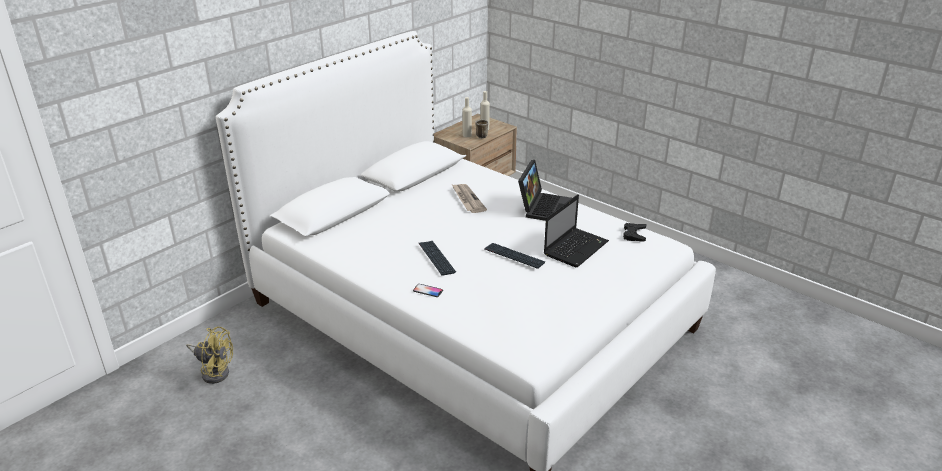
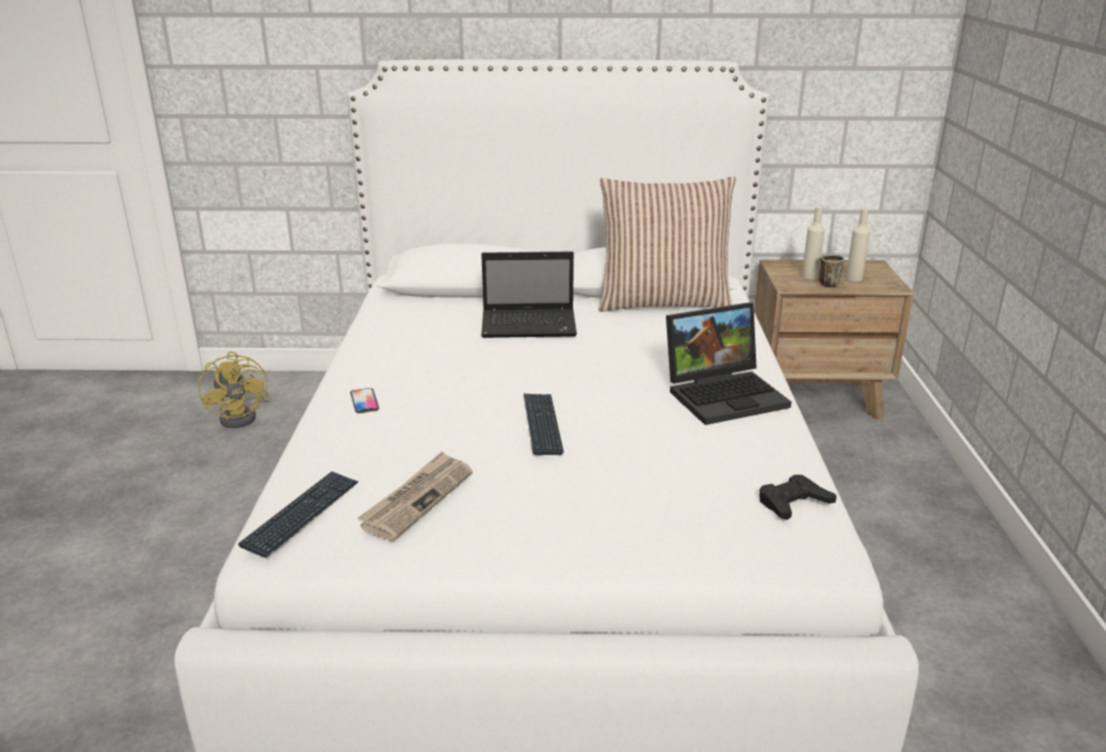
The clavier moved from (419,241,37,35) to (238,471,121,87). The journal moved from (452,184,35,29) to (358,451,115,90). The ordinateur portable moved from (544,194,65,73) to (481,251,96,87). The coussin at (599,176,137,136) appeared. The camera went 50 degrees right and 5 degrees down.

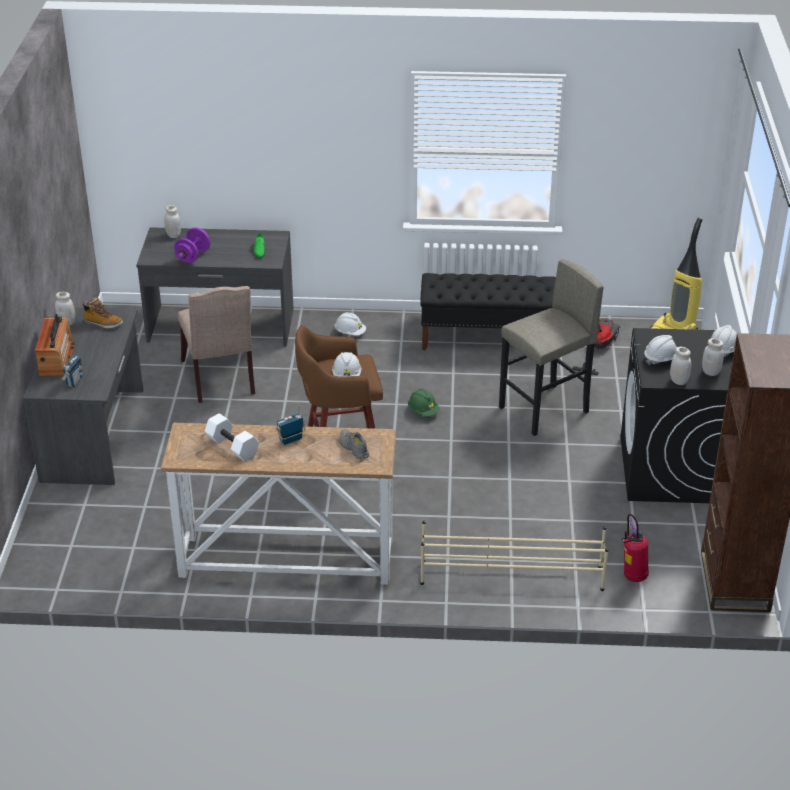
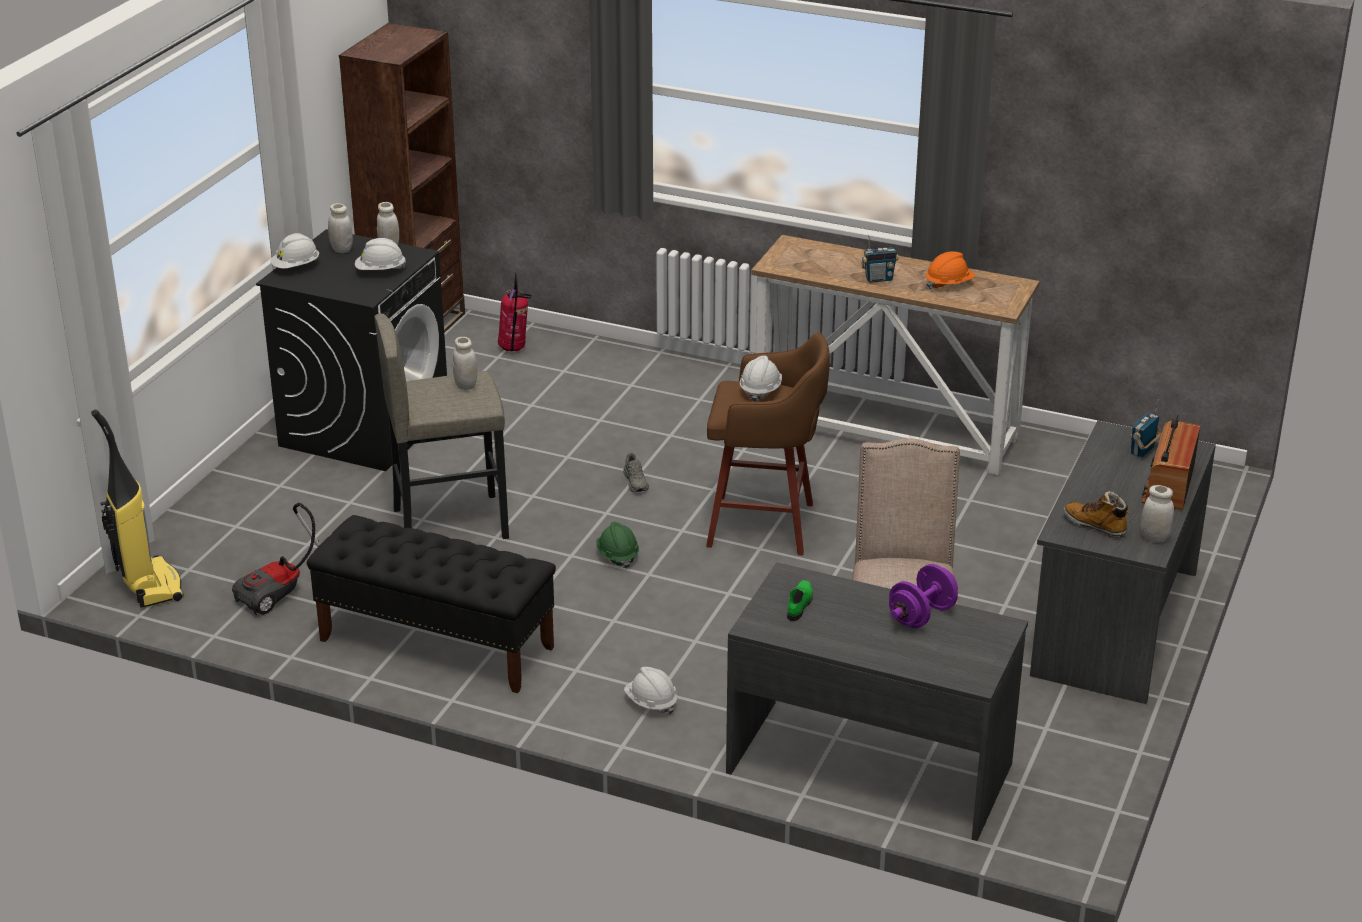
The bocal [blanc] moved from (164,205,17,33) to (453,337,24,53). The haltère [blanc] at (205,413,54,48) was replaced by the casque de chantier [orange] at (926,251,49,38). The chaussure [gris] moved from (339,429,30,30) to (623,453,26,39). The étagère à chaussures [beige] at (420,521,189,70) disappeared. The camera went 160 degrees left and 5 degrees down.

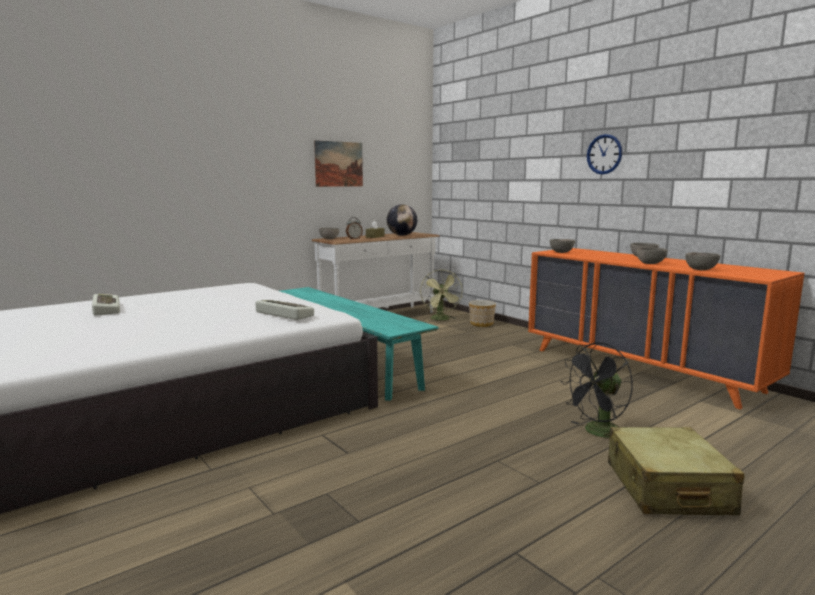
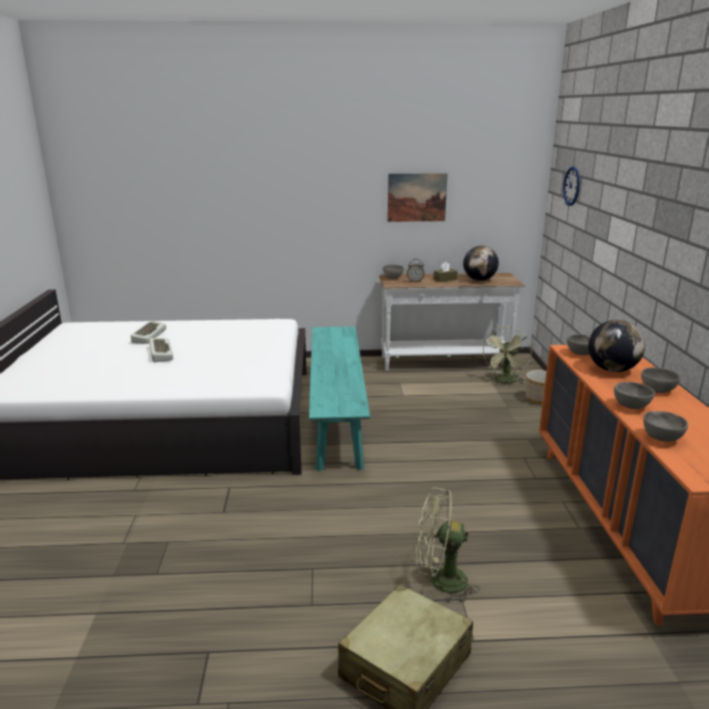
The clavier moved from (255,300,59,20) to (149,338,24,24). The ventilateur [noir] at (561,342,72,96) became the ventilateur [vert] at (415,488,65,115). The horloge murale moved from (587,134,35,41) to (563,167,17,39). The globe at (588,320,57,52) appeared. The camera went 35 degrees right and 10 degrees up.

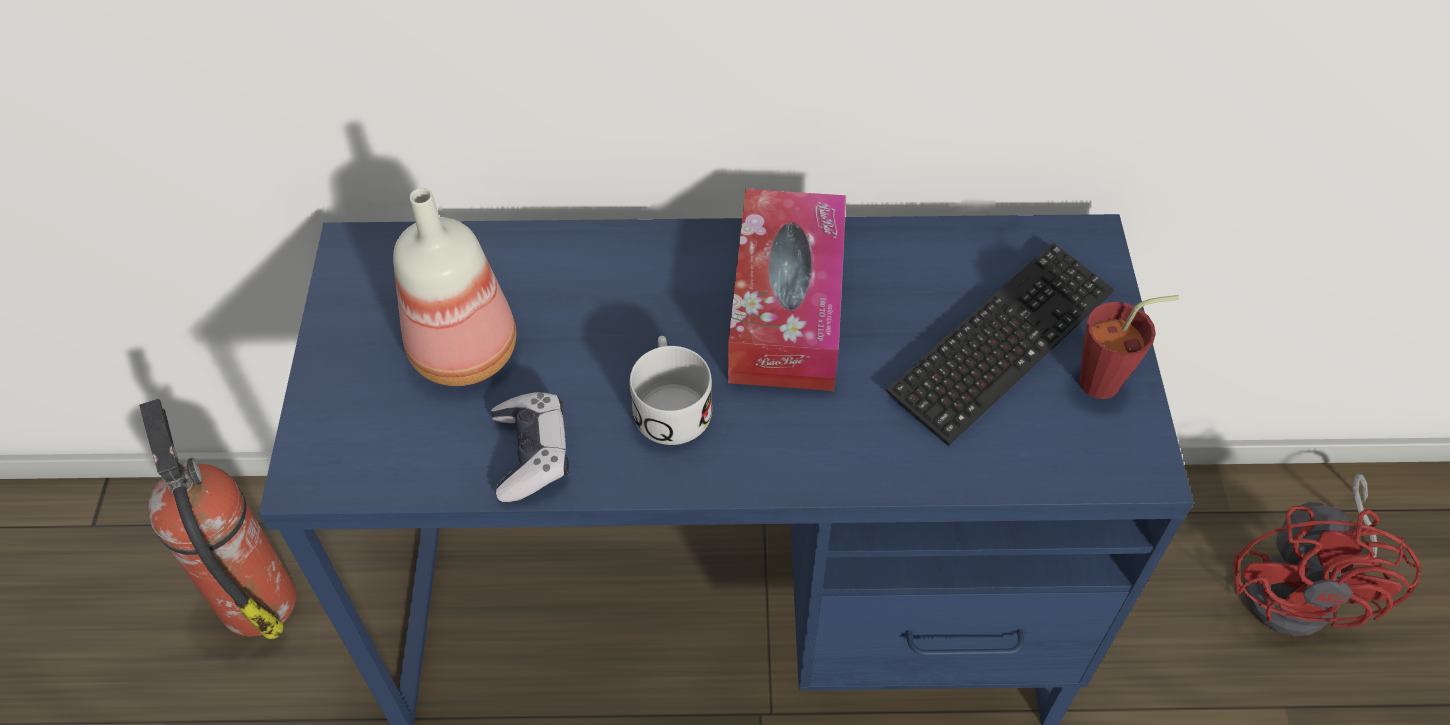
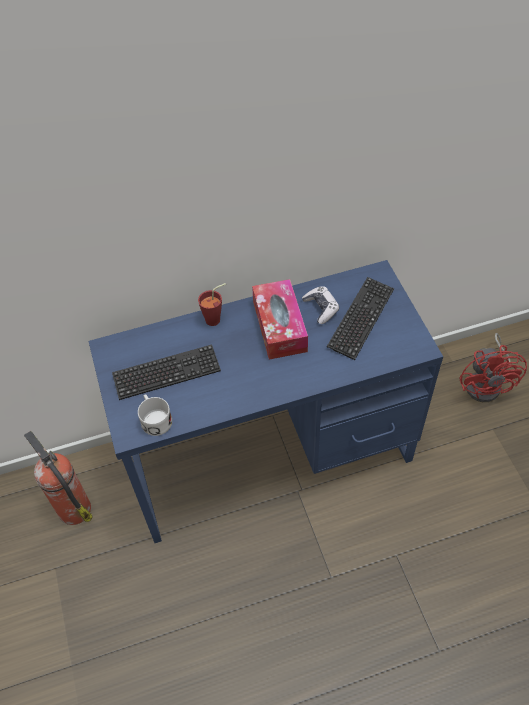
The bouteille at (393,188,123,198) was replaced by the clavier at (112,344,109,56). The manette moved from (491,392,78,110) to (302,286,37,38). The mug [blanc] moved from (630,336,82,109) to (138,394,34,42). The tasse [rouge] moved from (1079,295,100,104) to (198,283,28,43). The camera went 15 degrees left and 0 degrees up.

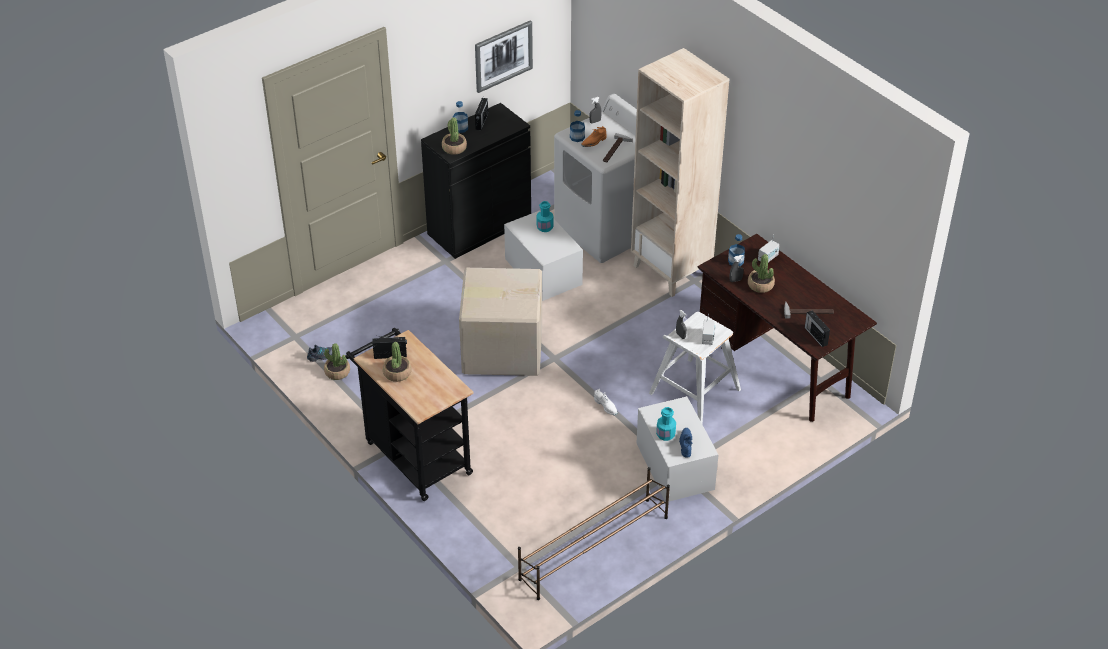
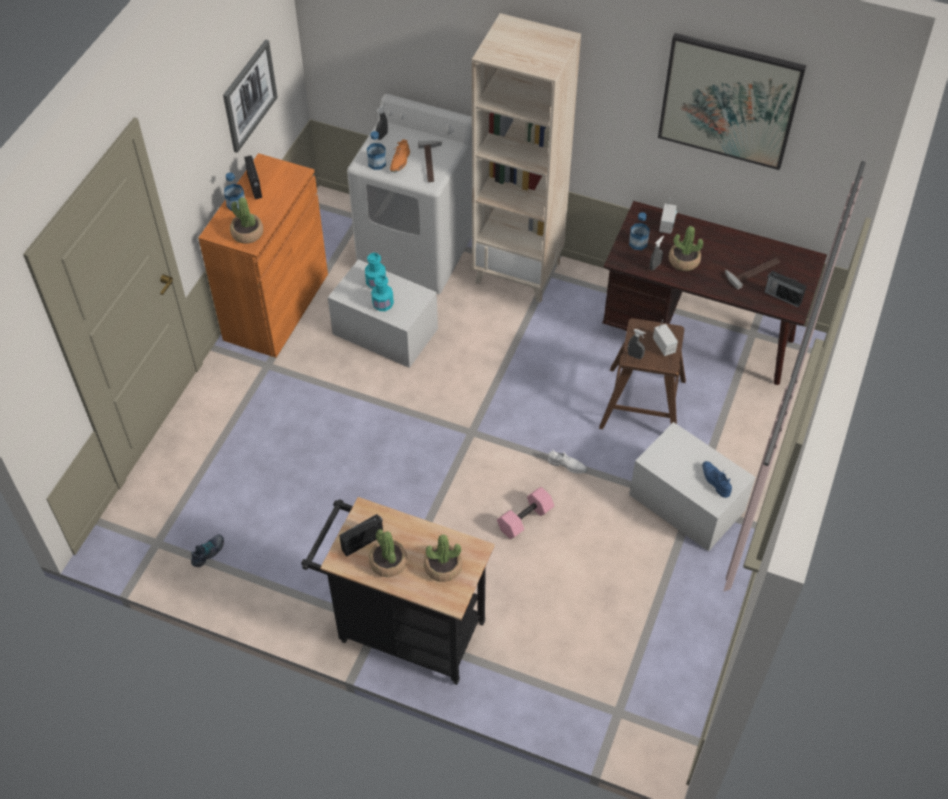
The plante en pot moved from (324,343,26,37) to (424,534,38,48). The meuble de rangement [noir] at (421,103,110,156) became the meuble de rangement [orange] at (198,153,130,205). The carton at (459,268,83,108) disappeared. The étagère à chaussures [marron] at (518,467,152,133) disappeared. The tabouret [blanc] at (649,312,92,112) became the tabouret [marron] at (599,318,87,111). The bouteille [turquoise] moved from (656,407,20,34) to (371,275,23,36). The haltère [rose] at (497,487,57,52) appeared. The tableau at (658,33,148,137) appeared. The camera went 30 degrees left and 10 degrees up.

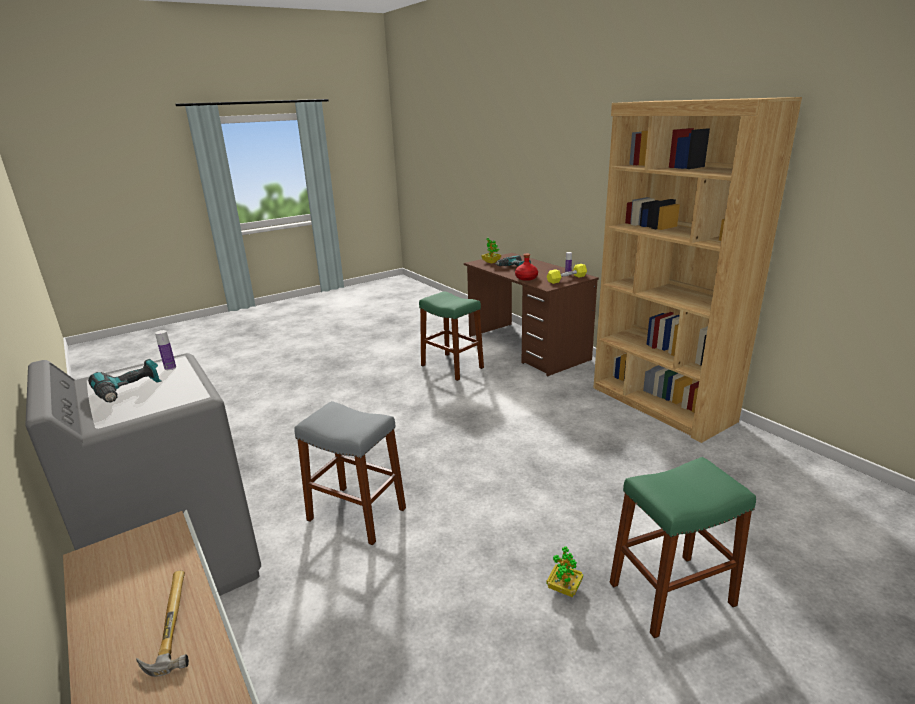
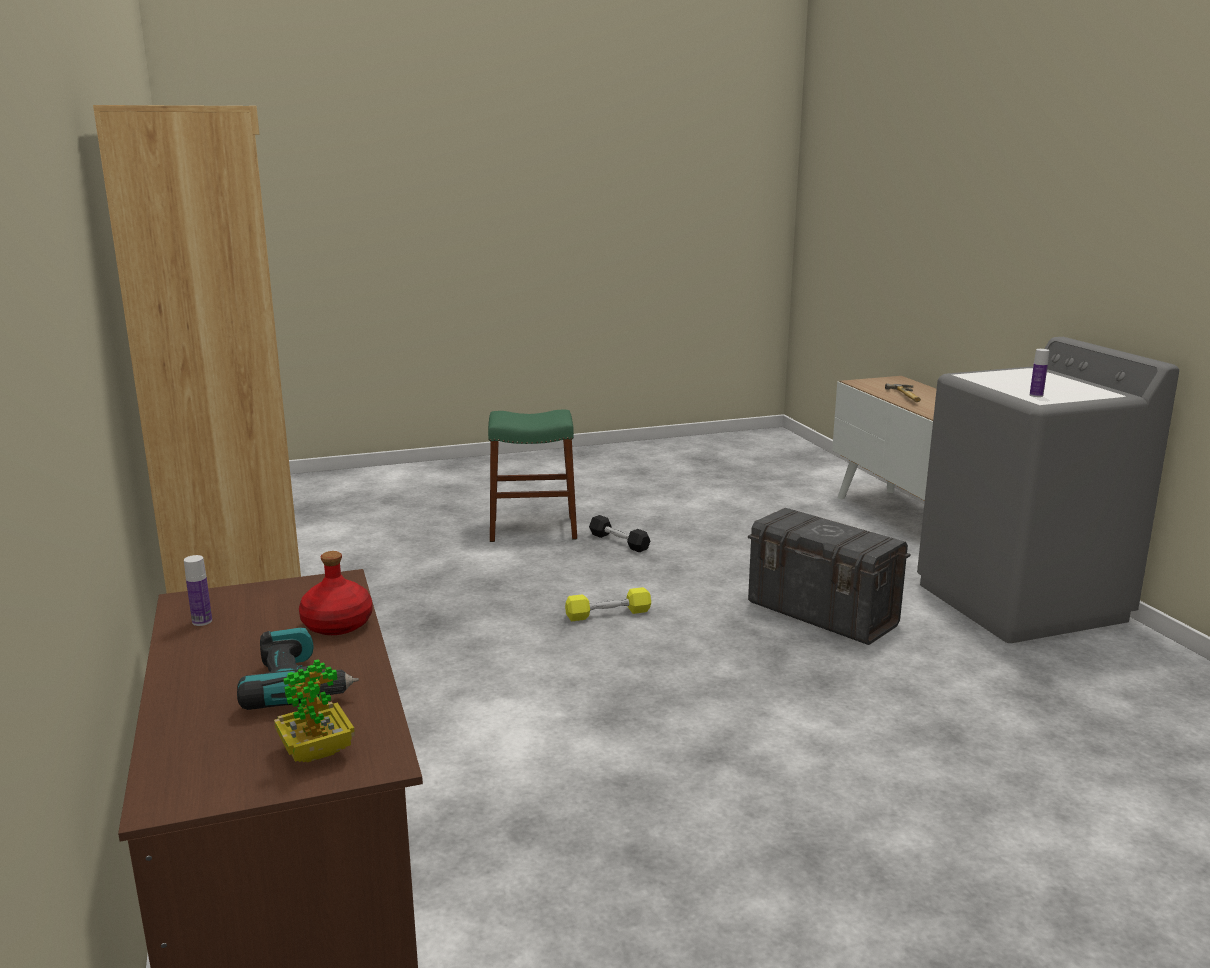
The perceuse at (88,359,73,44) disappeared. The tabouret [gris] at (294,401,112,144) was replaced by the boîte de rangement [gris] at (748,508,162,137). The tabouret [vert] at (419,291,65,90) disappeared. The plante en pot at (546,546,37,51) was replaced by the haltère [noir] at (589,515,61,37). The haltère [jaune] moved from (547,264,40,20) to (565,587,86,34). The camera went 165 degrees left and 5 degrees down.

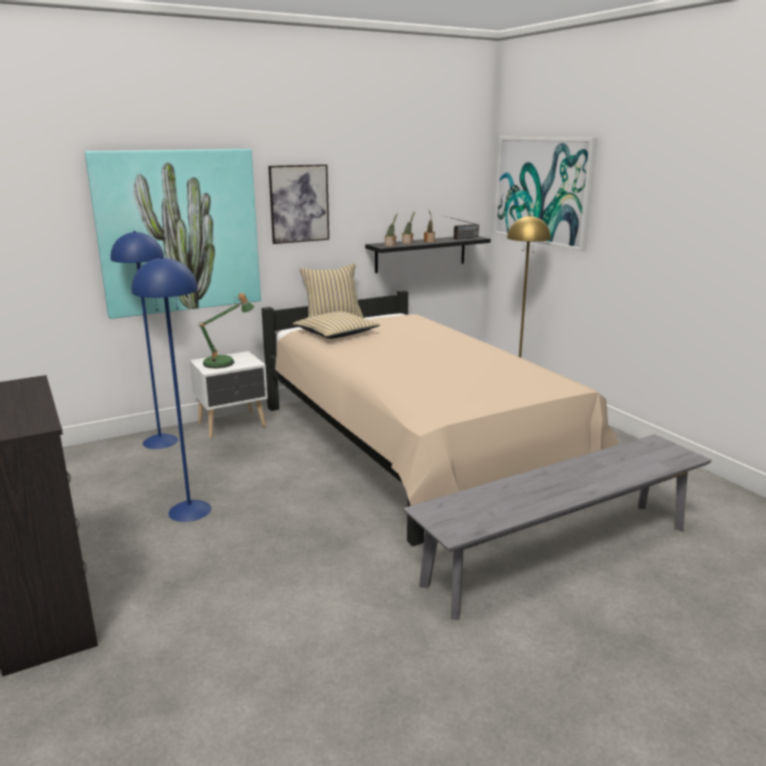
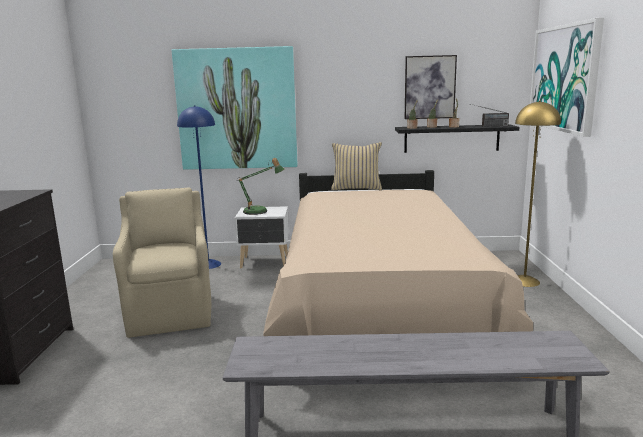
The lampadaire [bleu] at (132,256,79,266) was replaced by the fauteuil [beige] at (113,188,98,150). The tableau moved from (268,164,61,80) to (405,55,52,64). The coussin [beige] at (293,311,87,28) disappeared. The camera went 30 degrees right and 5 degrees down.

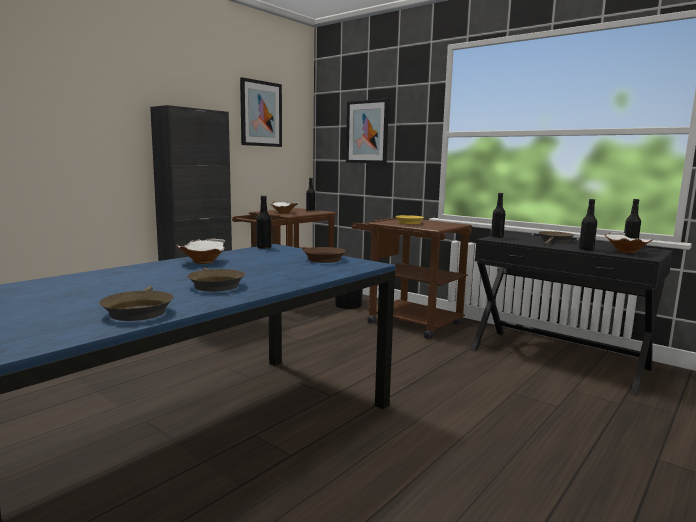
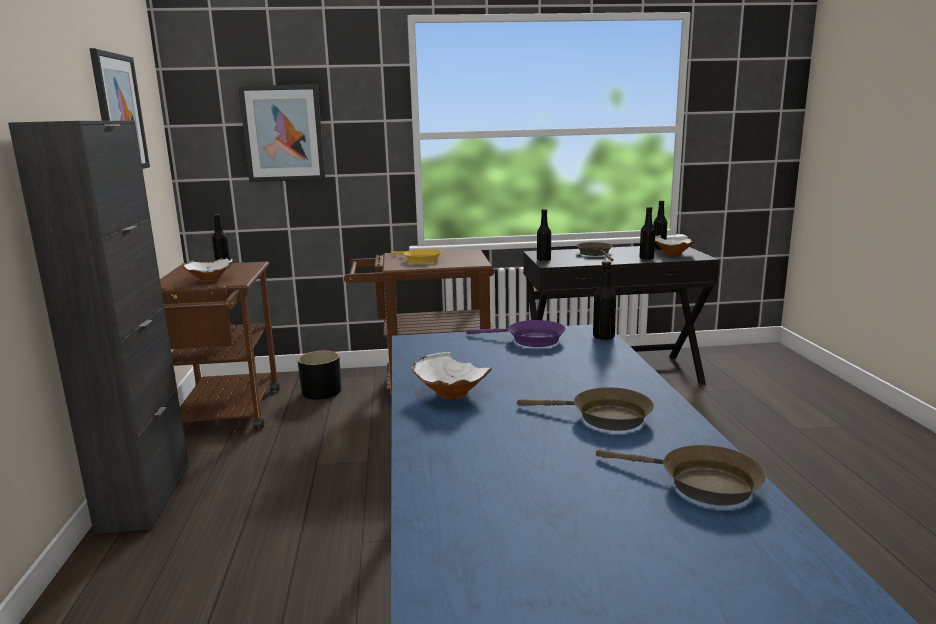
The bouteille [noir] moved from (256,195,16,54) to (593,261,23,79). The poêle [marron] at (302,247,44,16) became the poêle [violet] at (467,320,99,27). The camera went 45 degrees left and 5 degrees up.

